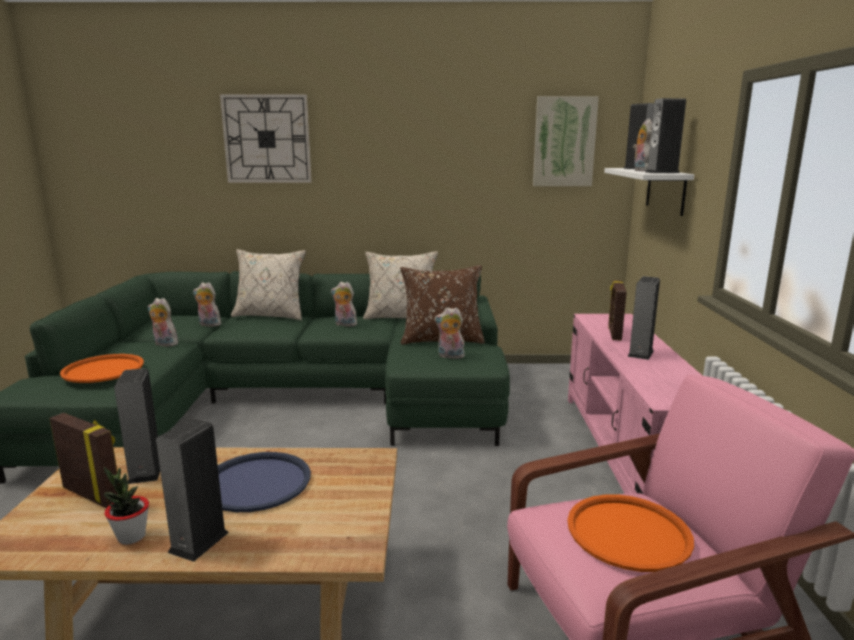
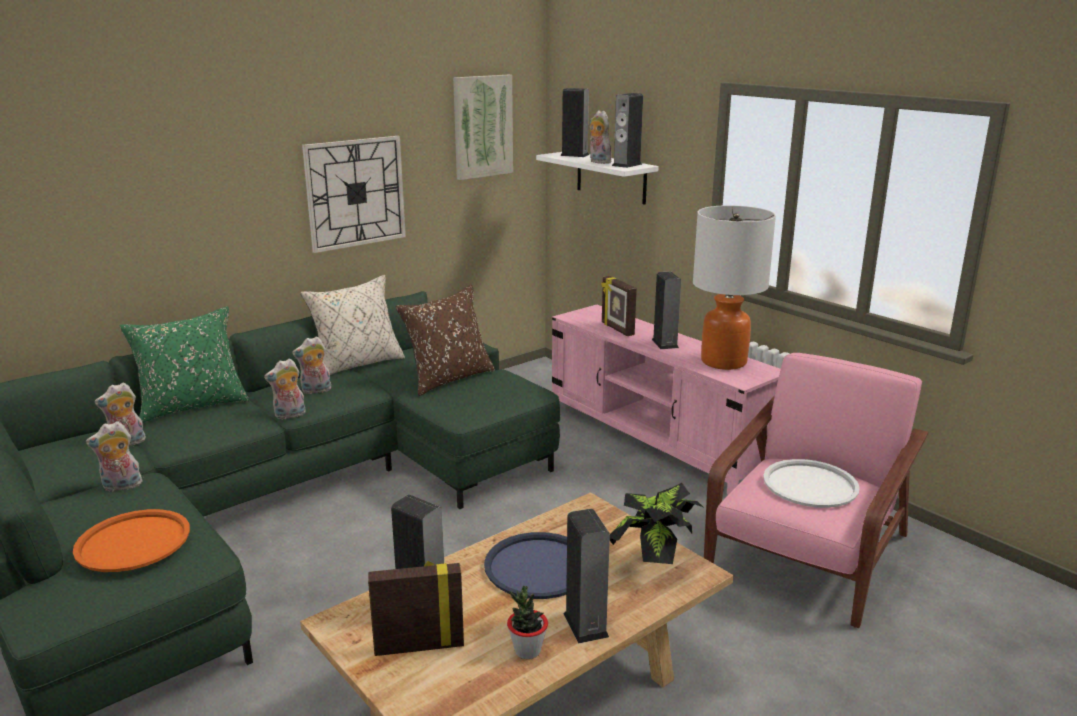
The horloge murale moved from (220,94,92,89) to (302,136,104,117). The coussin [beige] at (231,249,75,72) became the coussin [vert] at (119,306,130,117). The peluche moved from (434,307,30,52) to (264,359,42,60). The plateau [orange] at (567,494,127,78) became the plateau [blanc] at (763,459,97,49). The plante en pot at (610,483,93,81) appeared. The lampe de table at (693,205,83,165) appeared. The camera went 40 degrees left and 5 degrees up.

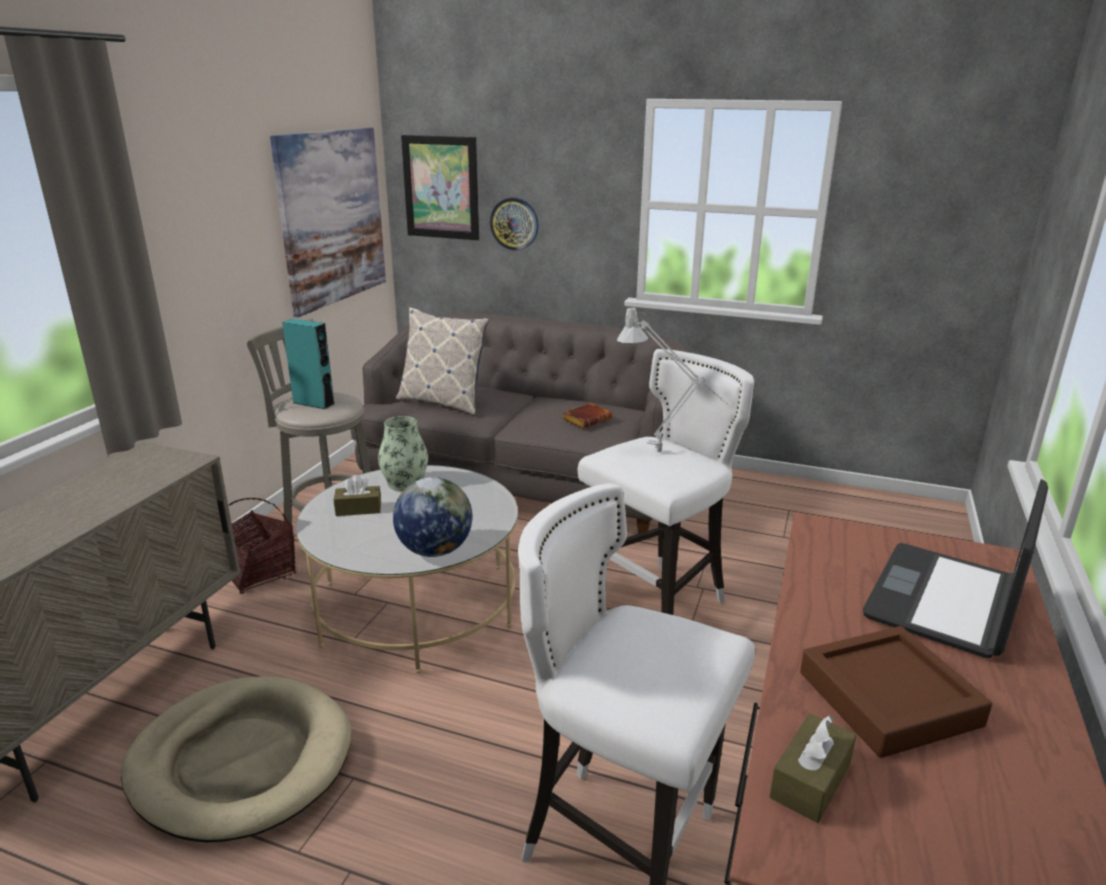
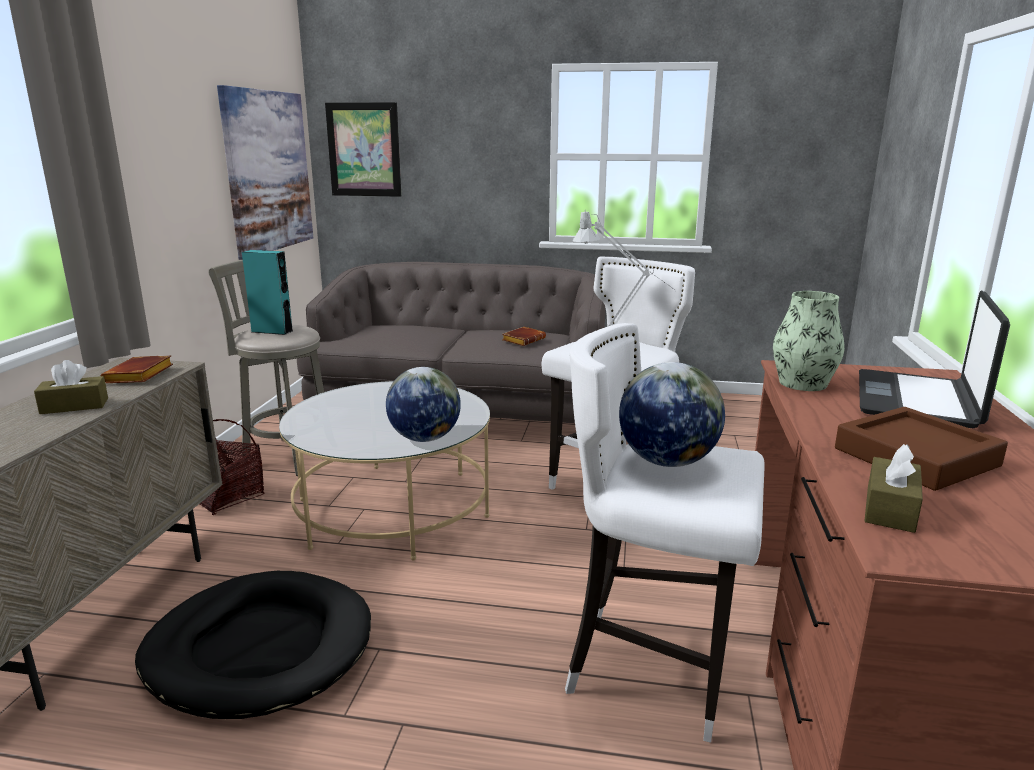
The panier pour chien [beige] at (121,676,230,167) became the panier pour chien [noir] at (135,571,236,148). The boîte à mouchoirs [marron] moved from (334,475,47,41) to (34,360,74,54). The vase moved from (378,416,50,75) to (773,291,72,100). The coussin at (396,307,93,108) disappeared. The horloge murale at (490,197,49,53) disappeared. The livre [marron] at (100,355,73,28) appeared. The globe at (619,362,106,105) appeared. The camera went 10 degrees left and 5 degrees down.

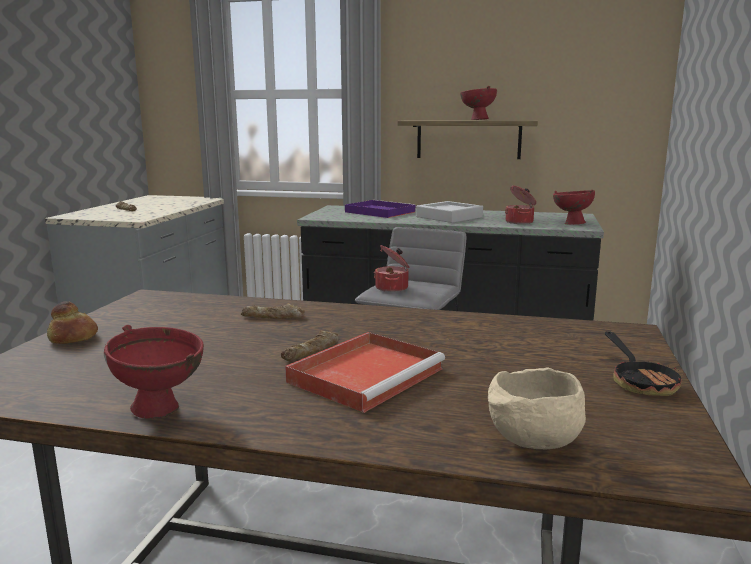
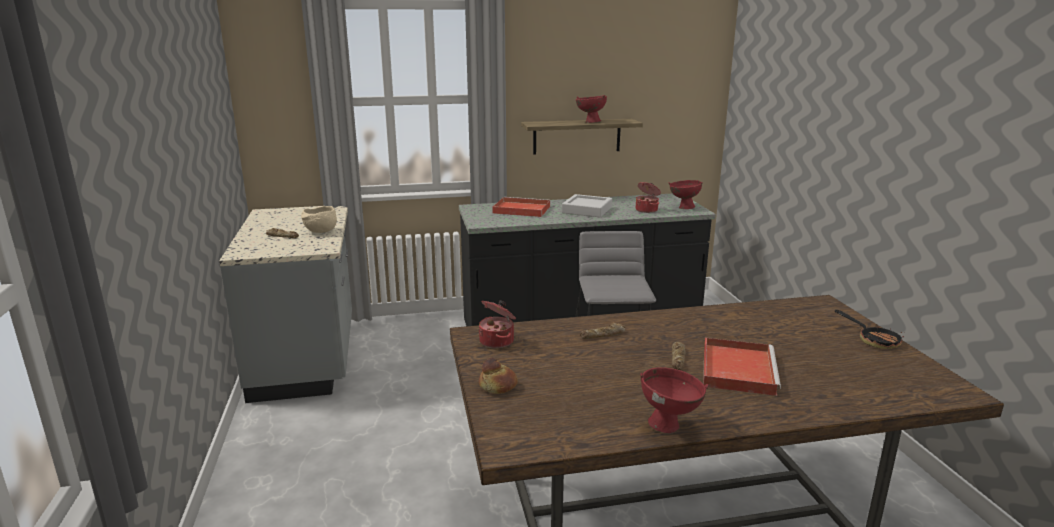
The plateau [violet] at (345,200,71,18) became the plateau [rouge] at (492,197,58,20). The marmite moved from (374,245,36,47) to (478,300,38,48). The bol [beige] moved from (488,367,98,82) to (301,206,36,27). The camera went 25 degrees left and 5 degrees up.

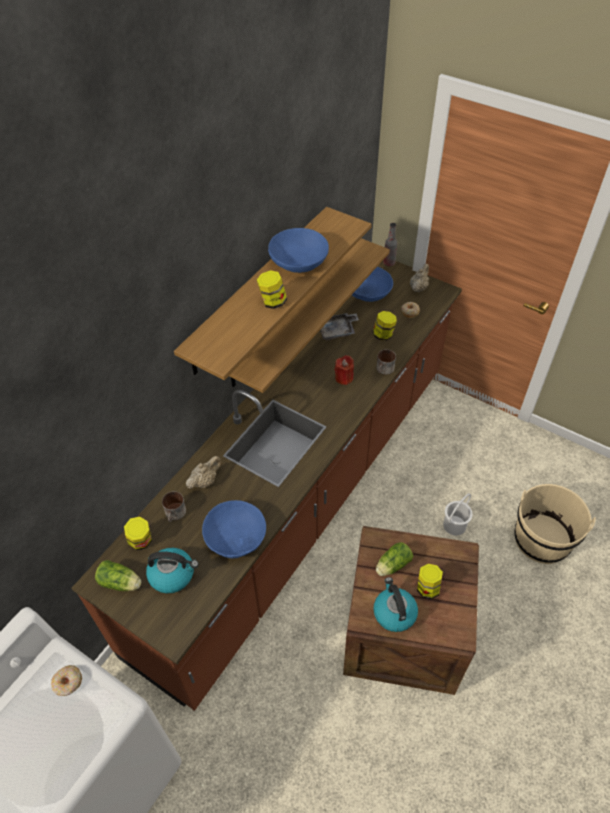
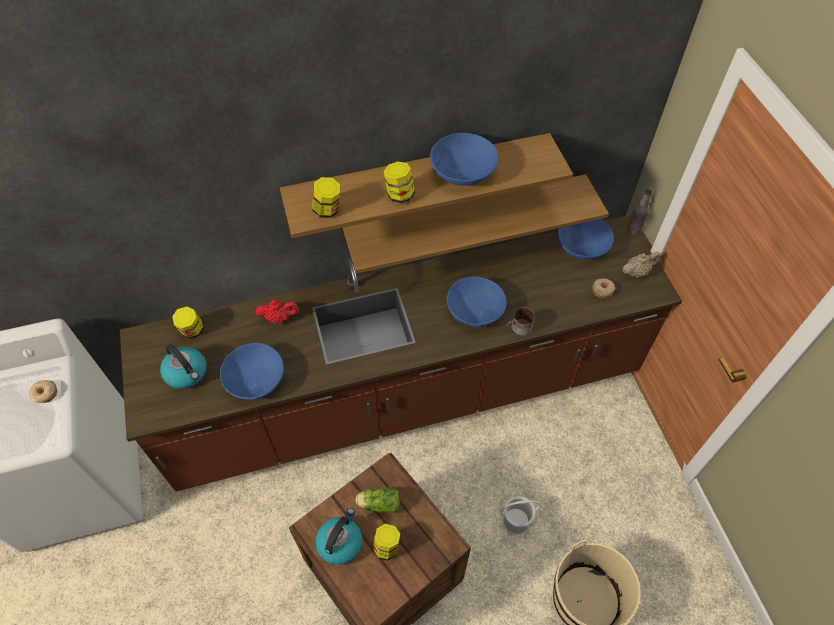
The laitue at (95,560,46,31) disappeared. The mug at (162,491,24,31) disappeared. The théière [beige] at (186,456,36,33) became the théière [rouge] at (255,300,44,24). The plateau [gris] at (320,313,39,28) disappeared. The bougie [rouge] at (335,355,19,30) was replaced by the bol [bleu] at (447,277,60,50). The bocal moved from (373,311,24,30) to (312,177,28,41). The camera went 40 degrees right and 5 degrees up.

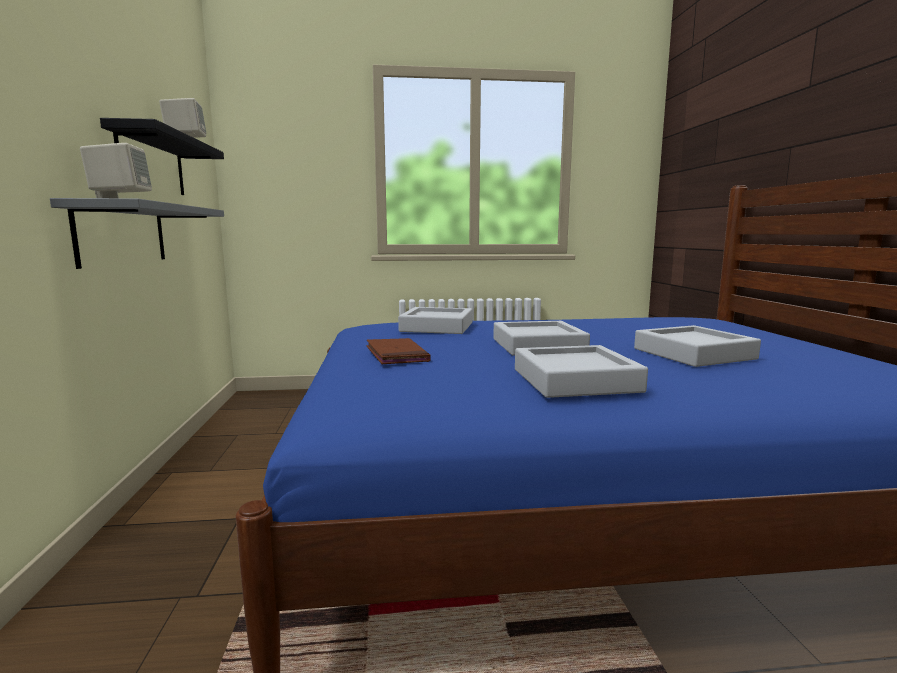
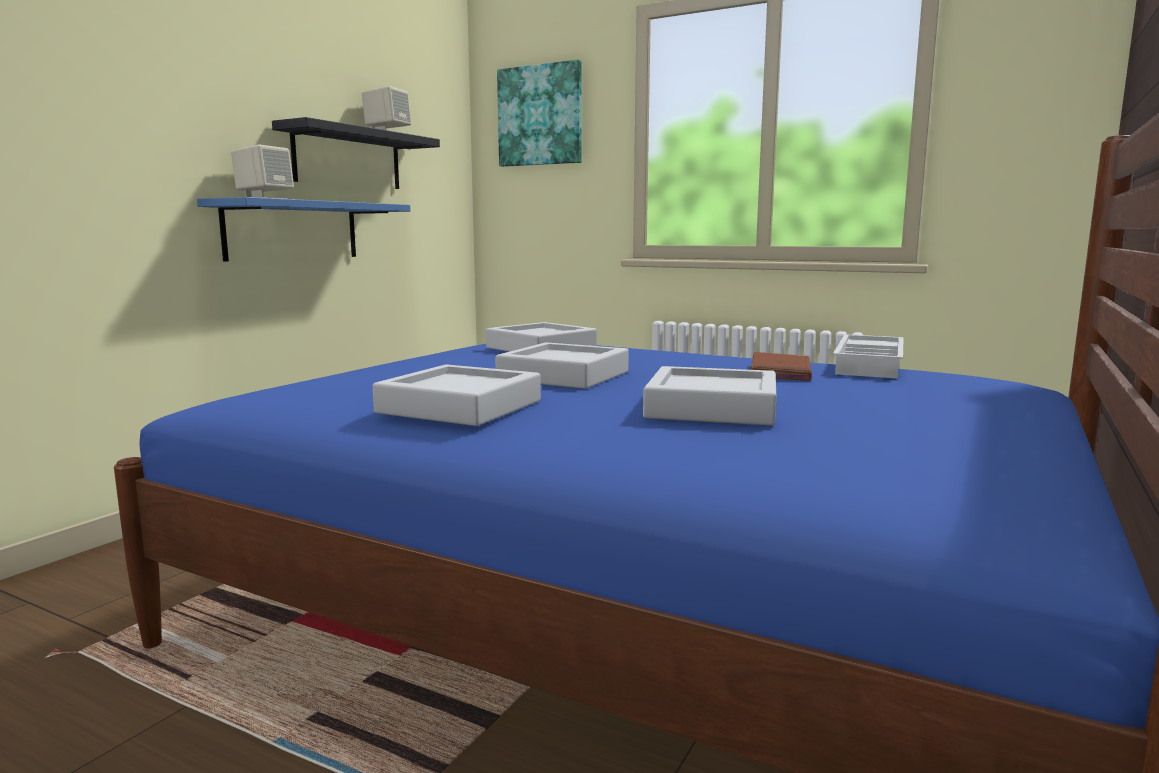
The étagère [gris] at (50,198,174,71) became the étagère [bleu] at (197,197,213,65). The livre [marron] moved from (367,338,64,26) to (751,352,61,29). The tableau at (497,60,85,107) appeared. The plateau [blanc] at (833,334,71,45) appeared. The camera went 35 degrees right and 0 degrees up.

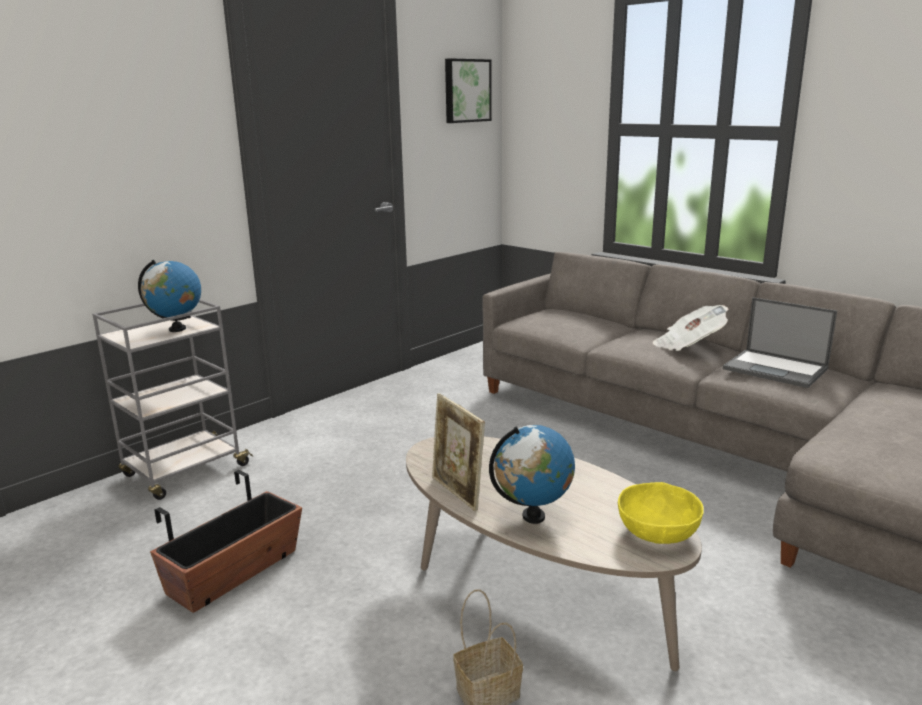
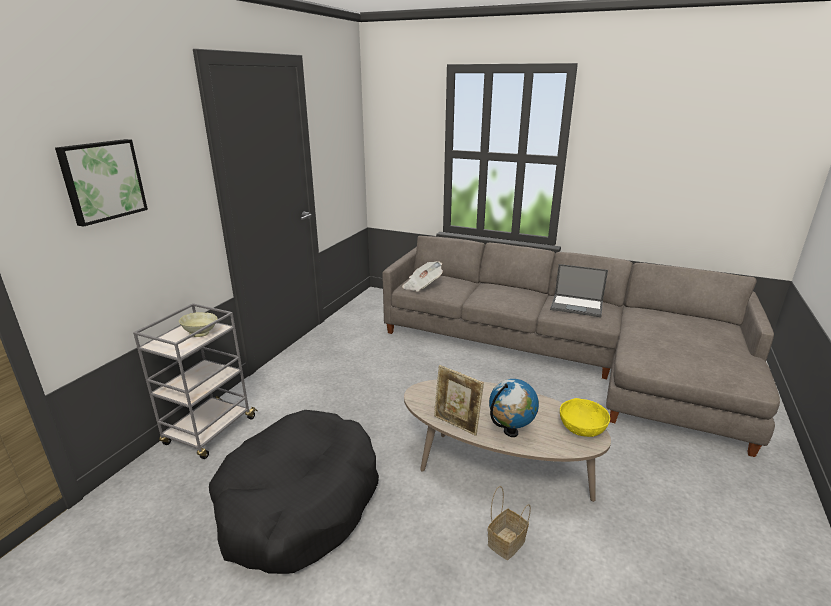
The globe at (138,260,63,72) was replaced by the bol [beige] at (179,312,39,25). The cache-pot at (150,470,152,143) was replaced by the panier pour chien [noir] at (209,410,170,164). The tableau moved from (445,58,47,65) to (55,139,93,88). The journal moved from (653,305,76,46) to (402,261,41,31). The camera went 20 degrees left and 5 degrees up.

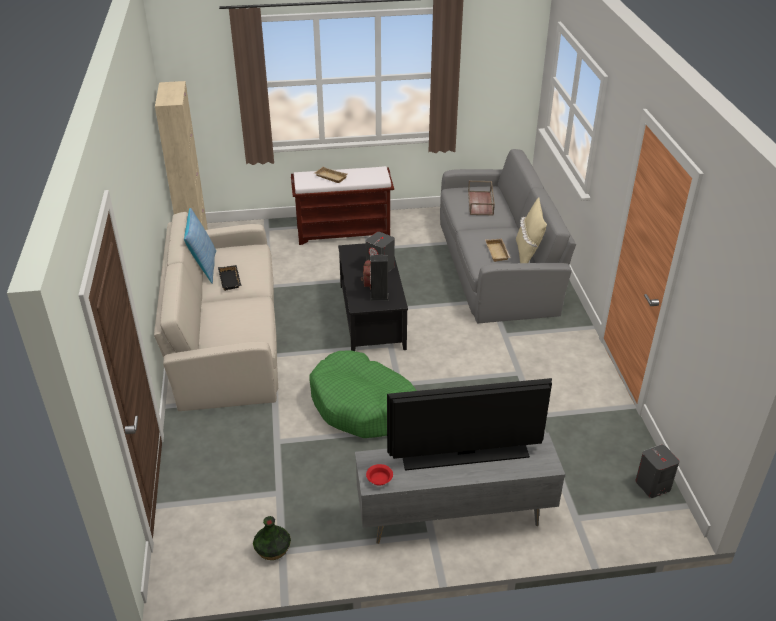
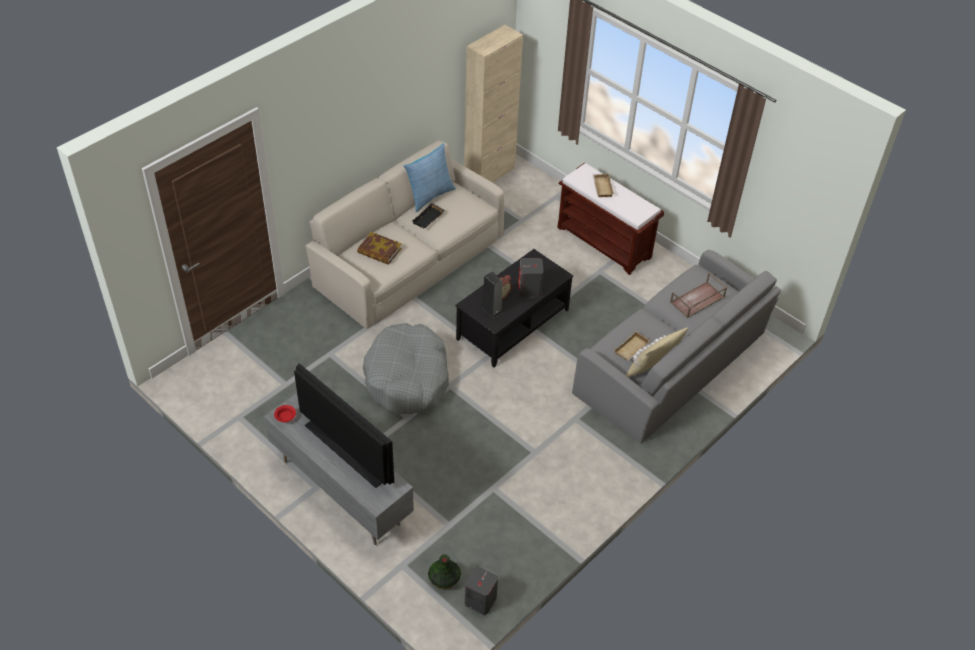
The vase moved from (253,516,38,44) to (428,555,33,35). The panier pour chien [vert] at (309,350,108,88) became the panier pour chien [gris] at (363,323,86,91). The livre at (357,232,45,33) appeared. The camera went 50 degrees right and 10 degrees up.

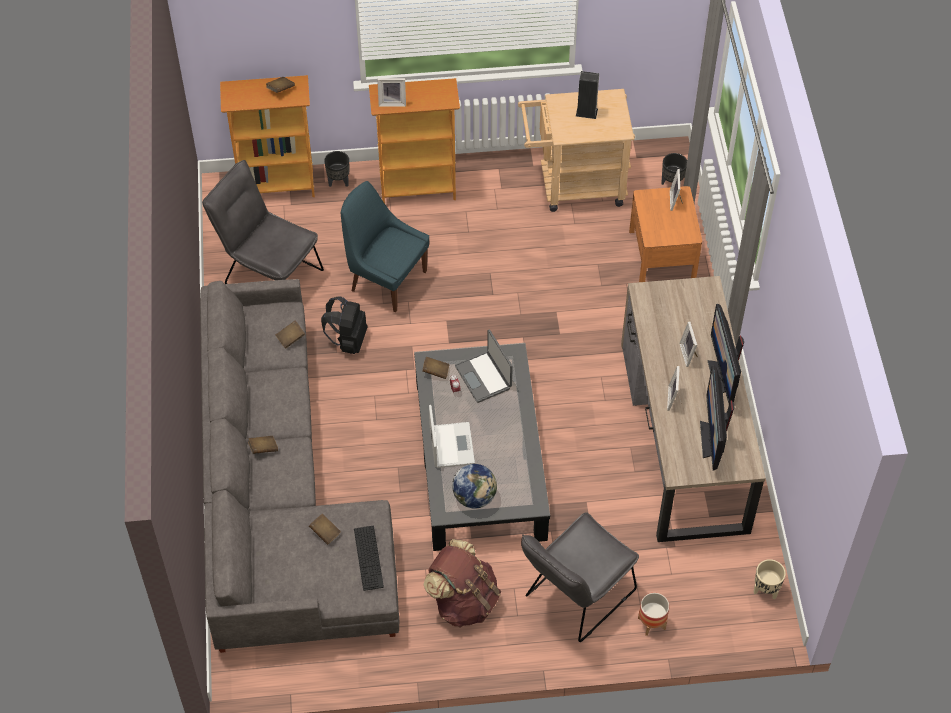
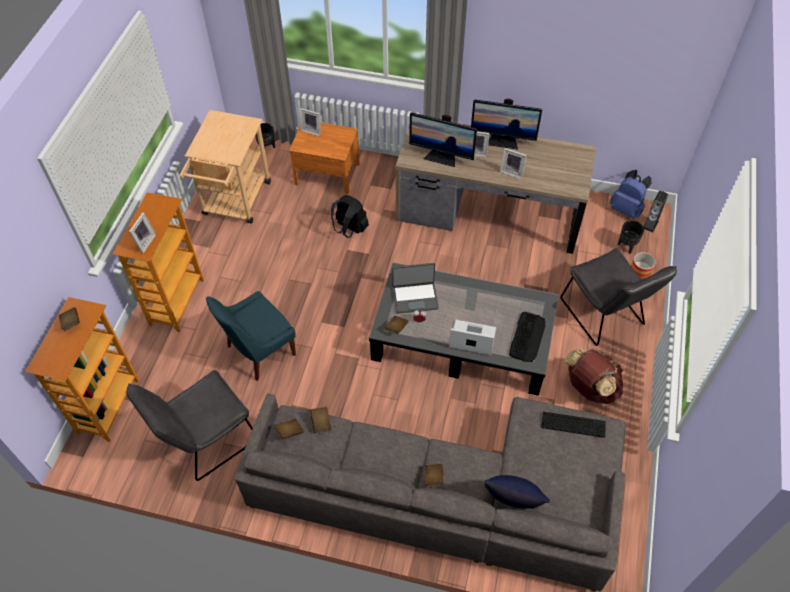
The livre [marron] moved from (309,514,32,31) to (274,419,30,21). The sac à dos [noir] moved from (321,297,46,57) to (331,195,38,43). The cache-pot [noir] moved from (324,151,25,36) to (618,220,26,34). The globe at (452,464,45,45) was replaced by the clavier at (509,312,36,50). The enceinte moved from (576,71,23,48) to (643,191,25,41). The écran d'ordinateur moved from (700,365,34,105) to (409,112,68,55). The cache-pot [beige] at (754,559,32,41) was replaced by the sac à dos [bleu] at (610,170,41,49). The coussin [bleu] at (485,475,65,34) appeared. The camera went 70 degrees left and 0 degrees up.

